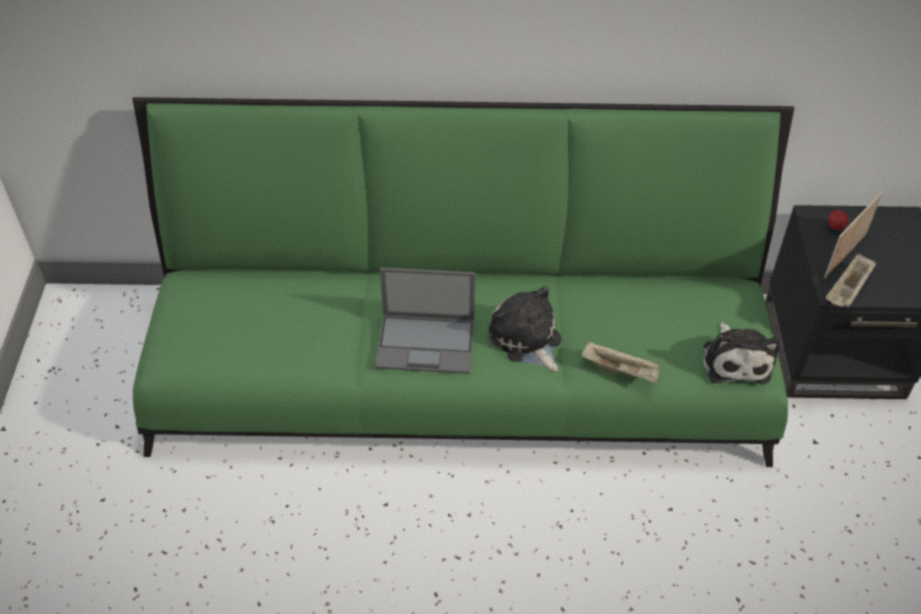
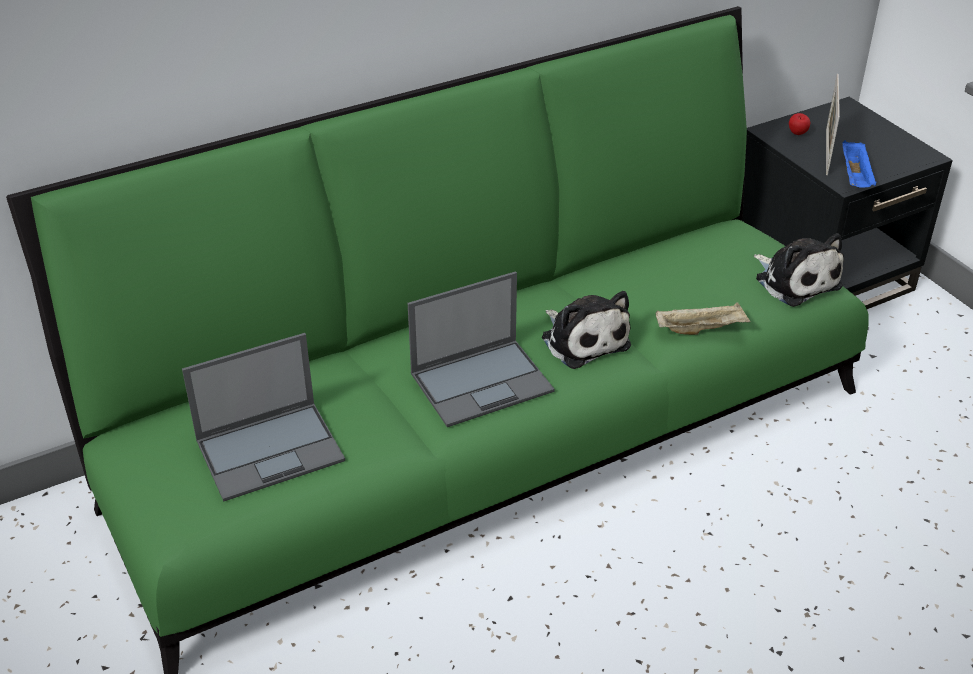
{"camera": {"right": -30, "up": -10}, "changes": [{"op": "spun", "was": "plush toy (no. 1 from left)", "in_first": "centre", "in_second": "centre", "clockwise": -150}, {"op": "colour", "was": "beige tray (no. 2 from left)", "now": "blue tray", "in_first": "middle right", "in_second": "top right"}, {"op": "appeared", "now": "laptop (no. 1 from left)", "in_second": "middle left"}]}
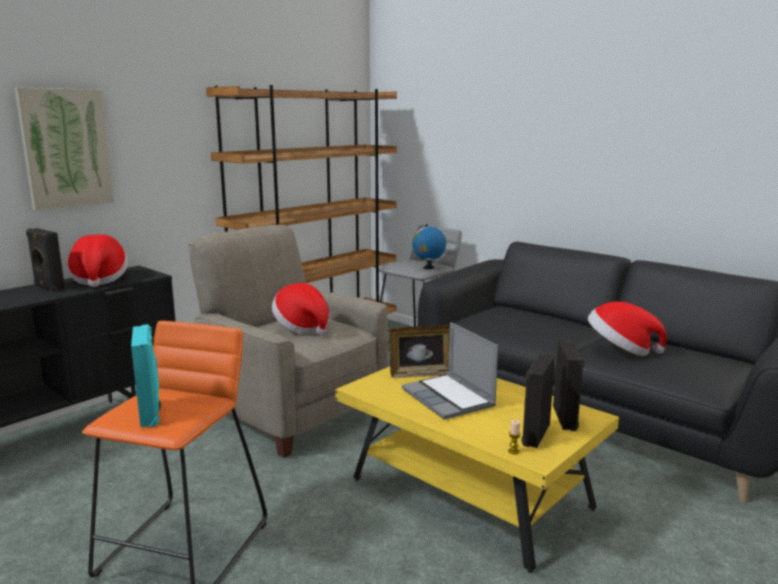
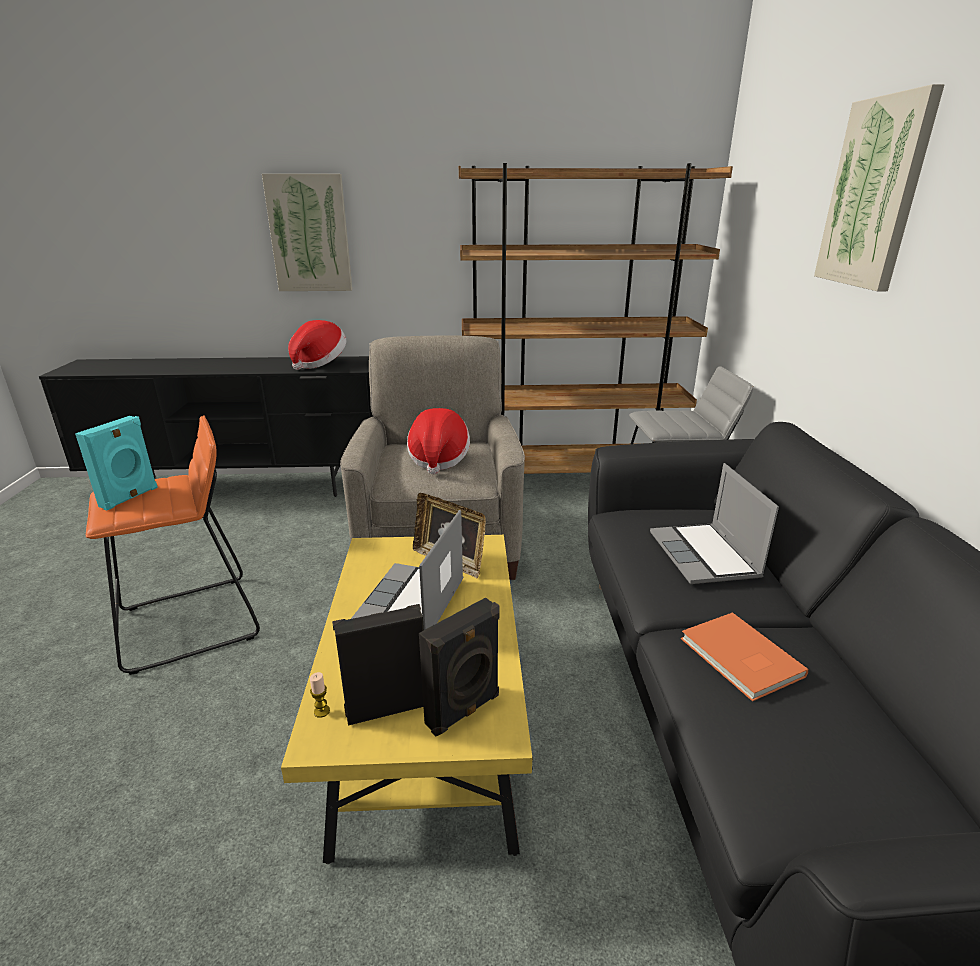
{"camera": {"right": 45, "up": 10}, "changes": [{"op": "missing", "was": "black speaker (no. 1 from left)", "in_first": "middle left"}, {"op": "missing", "was": "globe", "in_first": "centre"}, {"op": "exchanged", "was": "hat (no. 3 from left)", "now": "orange book", "in_first": "middle right", "in_second": "bottom right"}, {"op": "appeared", "now": "laptop (no. 2 from left)", "in_second": "middle right"}, {"op": "appeared", "now": "picture (no. 2 from left)", "in_second": "top right"}]}
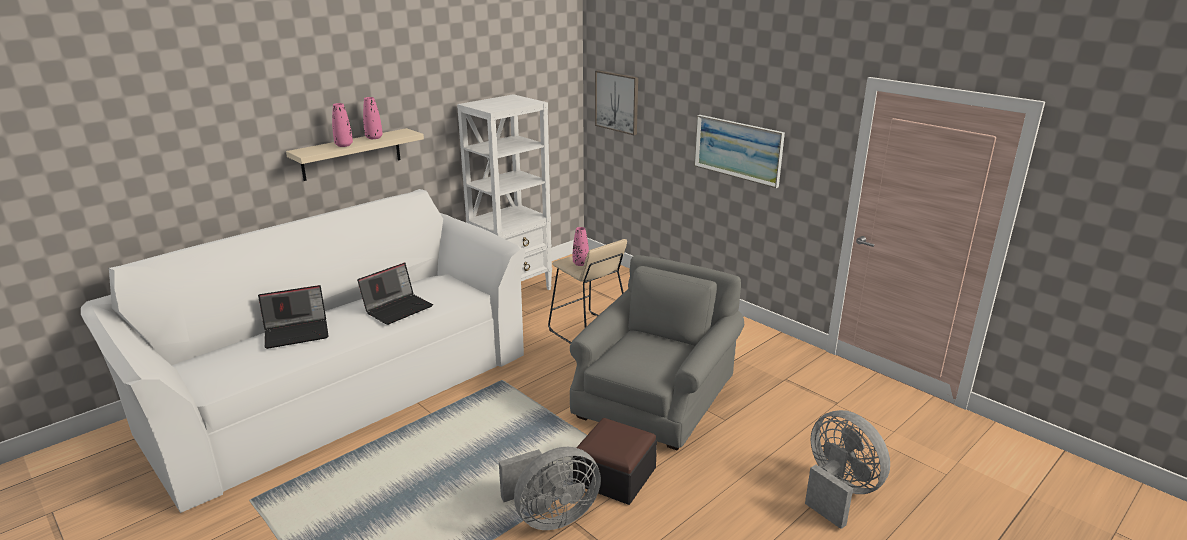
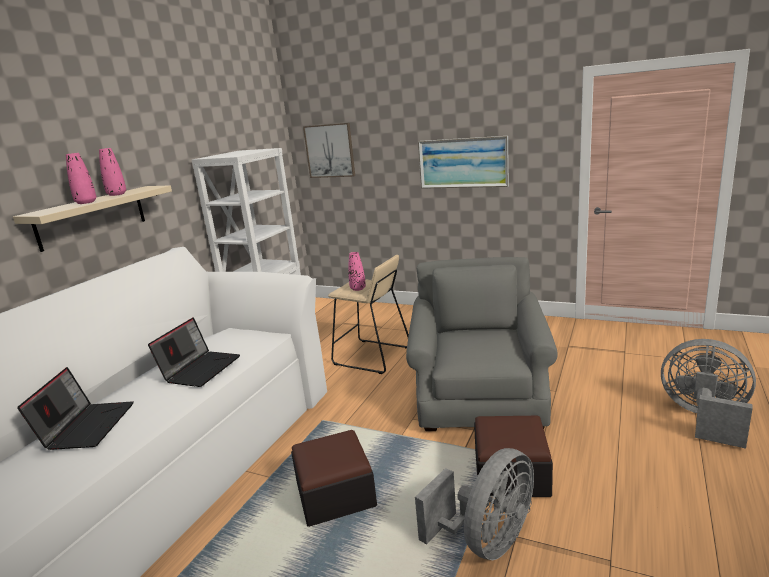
{"camera": {"right": -20, "up": -5}, "changes": [{"op": "spun", "was": "laptop (no. 1 from left)", "in_first": "middle left", "in_second": "bottom left", "clockwise": -45}, {"op": "appeared", "now": "ottoman (no. 1 from left)", "in_second": "bottom centre"}]}
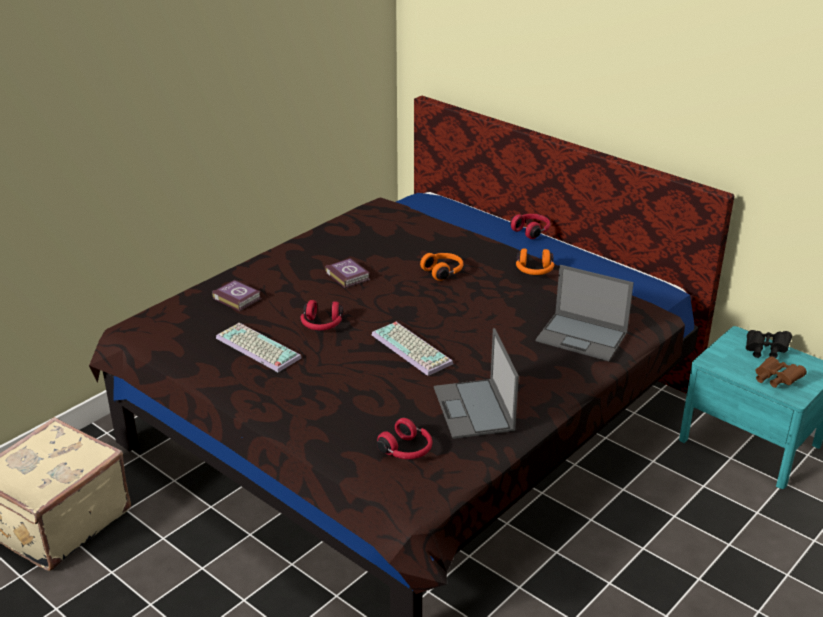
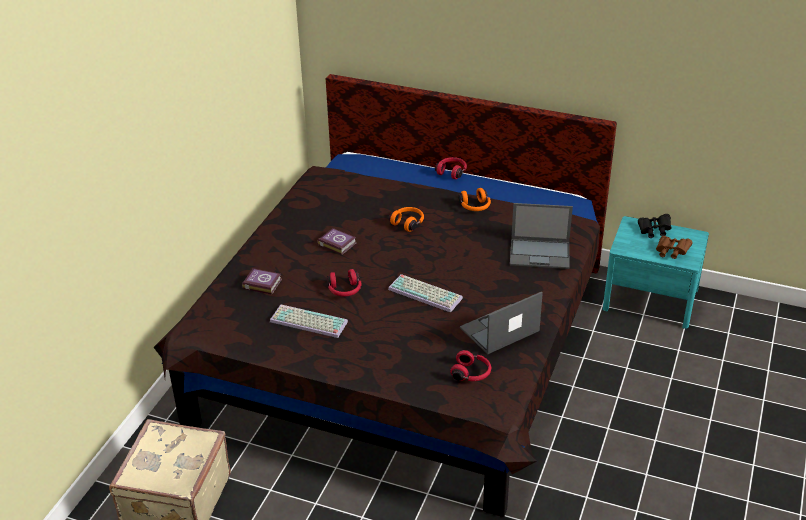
{"camera": {"right": -20, "up": 5}, "changes": [{"op": "spun", "was": "laptop (no. 1 from left)", "in_first": "centre", "in_second": "centre", "clockwise": 90}]}
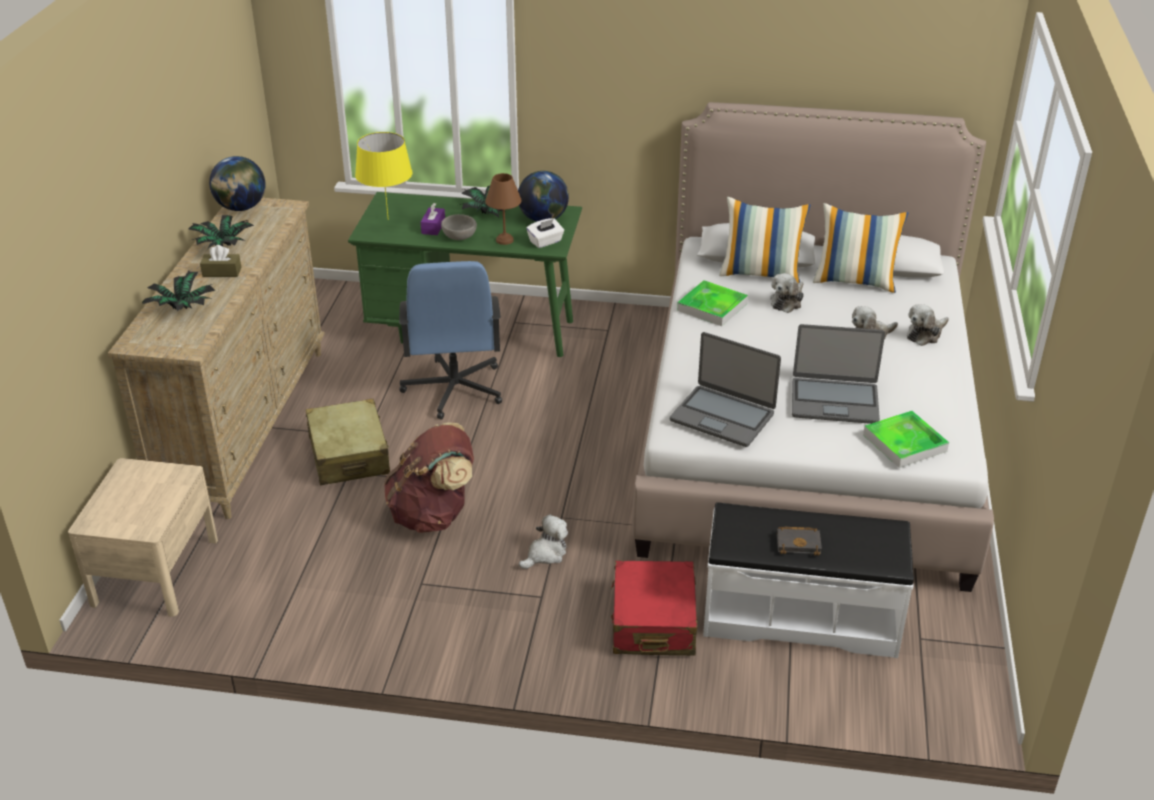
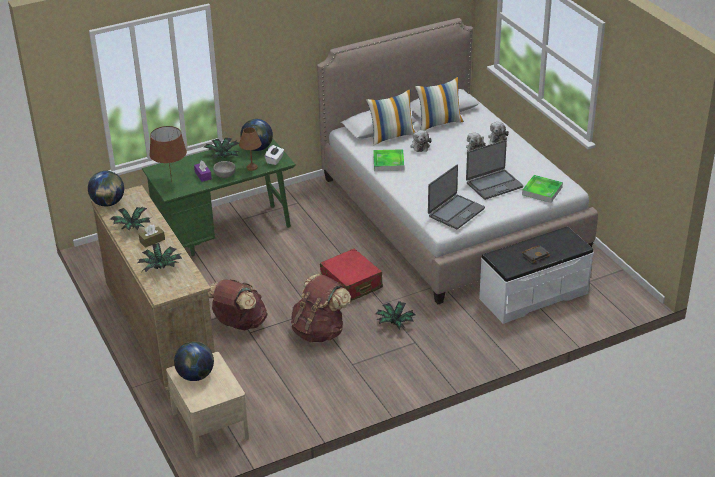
{"camera": {"right": -35, "up": 0}, "changes": [{"op": "exchanged", "was": "beige suitcase", "now": "brown backpack (no. 1 from left)", "in_first": "middle left", "in_second": "middle left"}, {"op": "colour", "was": "yellow table lamp", "now": "brown table lamp (no. 1 from left)", "in_first": "top left", "in_second": "top left"}, {"op": "missing", "was": "blue office chair", "in_first": "centre"}, {"op": "exchanged", "was": "plush toy (no. 1 from left)", "now": "potted plant (no. 4 from left)", "in_first": "bottom centre", "in_second": "centre"}, {"op": "relocated", "was": "red suitcase", "in_first": "bottom centre", "in_second": "centre"}, {"op": "spun", "was": "laptop (no. 1 from left)", "in_first": "centre", "in_second": "centre", "clockwise": -45}, {"op": "appeared", "now": "globe (no. 2 from left)", "in_second": "bottom left"}]}
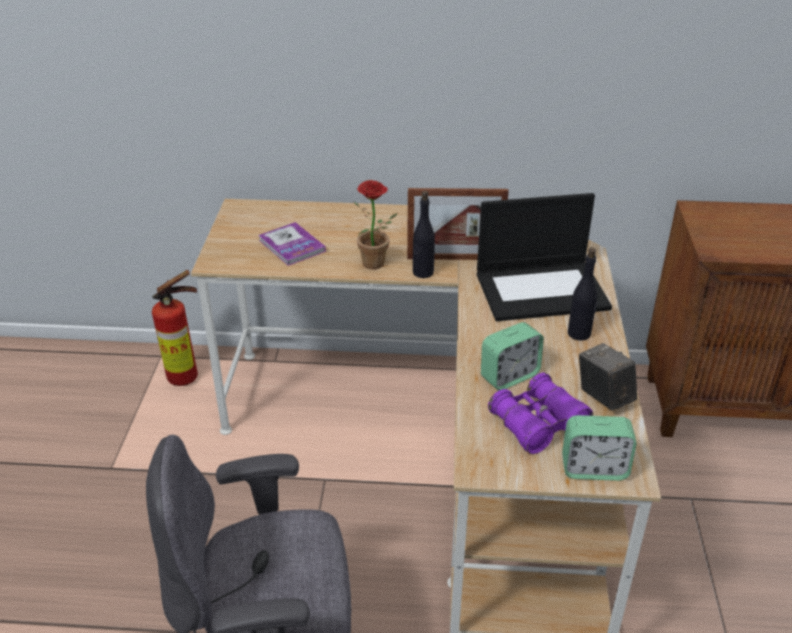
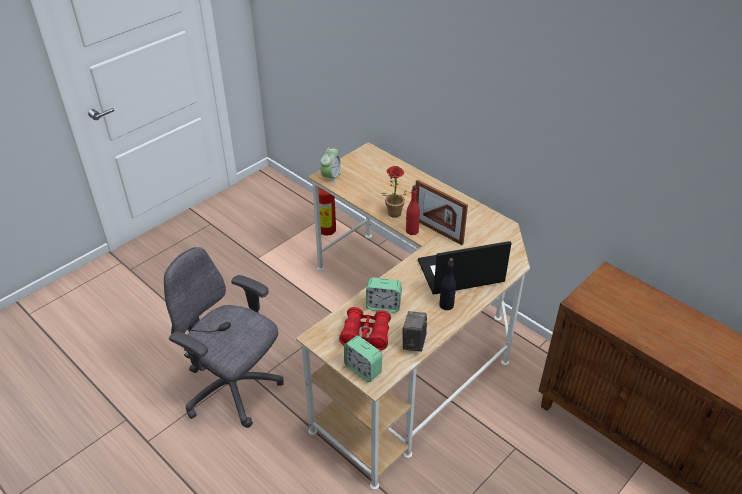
{"camera": {"right": 40, "up": 5}, "changes": [{"op": "missing", "was": "book", "in_first": "centre"}, {"op": "colour", "was": "black bottle (no. 1 from left)", "now": "red bottle", "in_first": "centre", "in_second": "centre"}, {"op": "spun", "was": "laptop", "in_first": "middle right", "in_second": "centre", "clockwise": 135}, {"op": "colour", "was": "purple binoculars", "now": "red binoculars", "in_first": "middle right", "in_second": "centre"}, {"op": "appeared", "now": "alarm clock (no. 1 from left)", "in_second": "centre"}]}
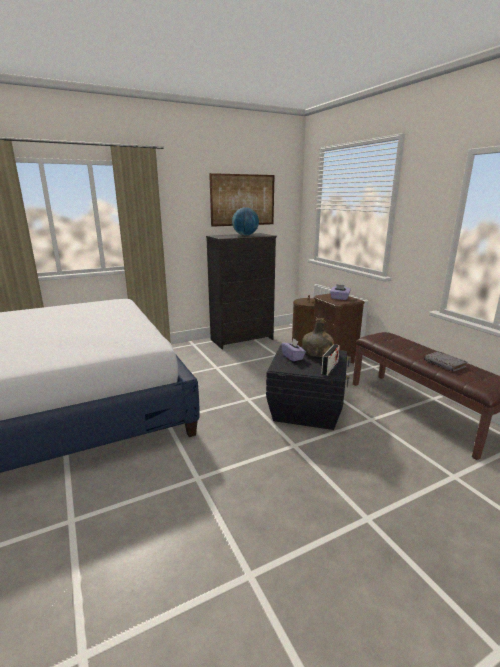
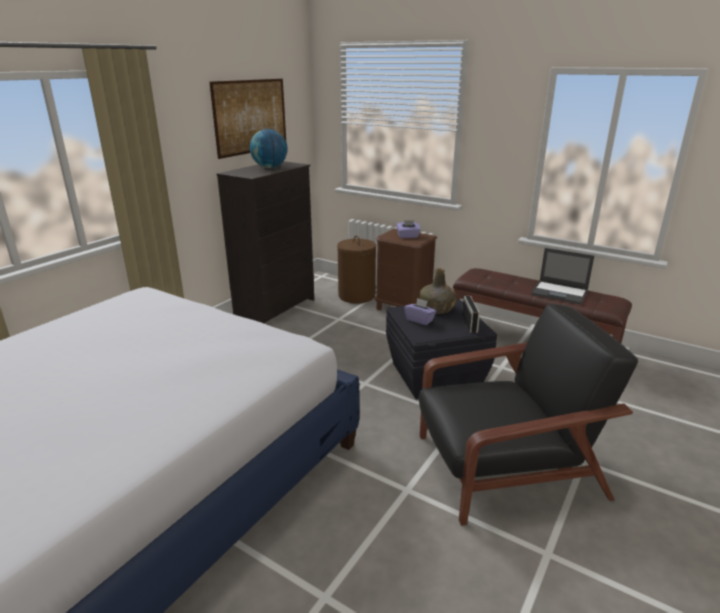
{"camera": {"right": -30, "up": 5}, "changes": [{"op": "exchanged", "was": "grey book", "now": "laptop", "in_first": "middle right", "in_second": "middle right"}, {"op": "appeared", "now": "black armchair", "in_second": "bottom right"}]}
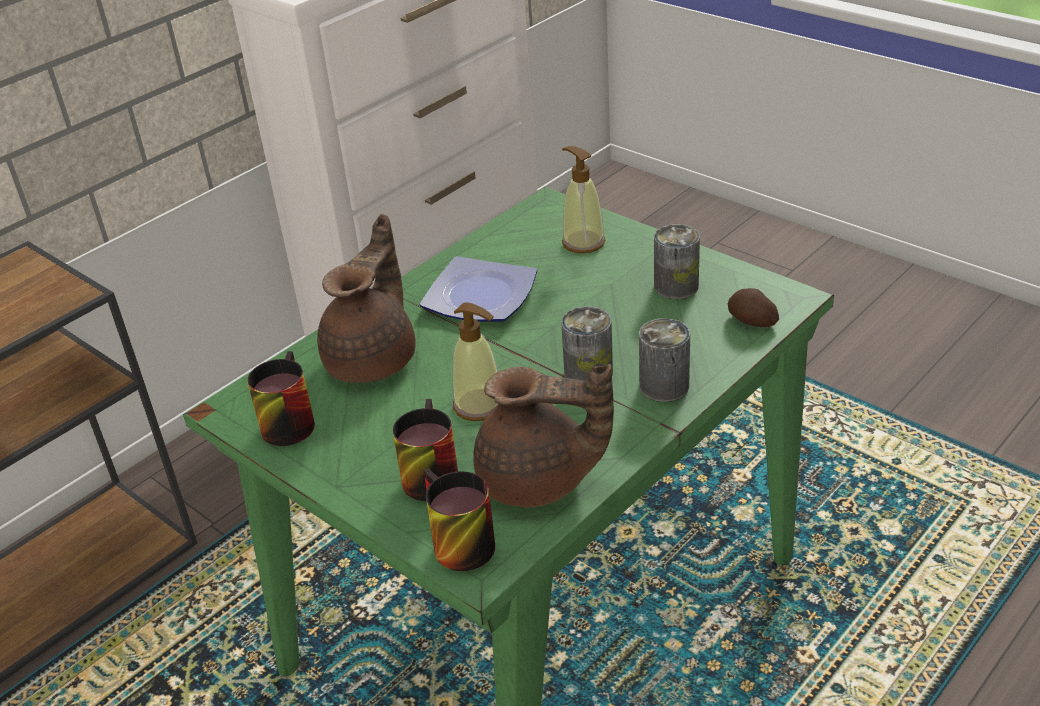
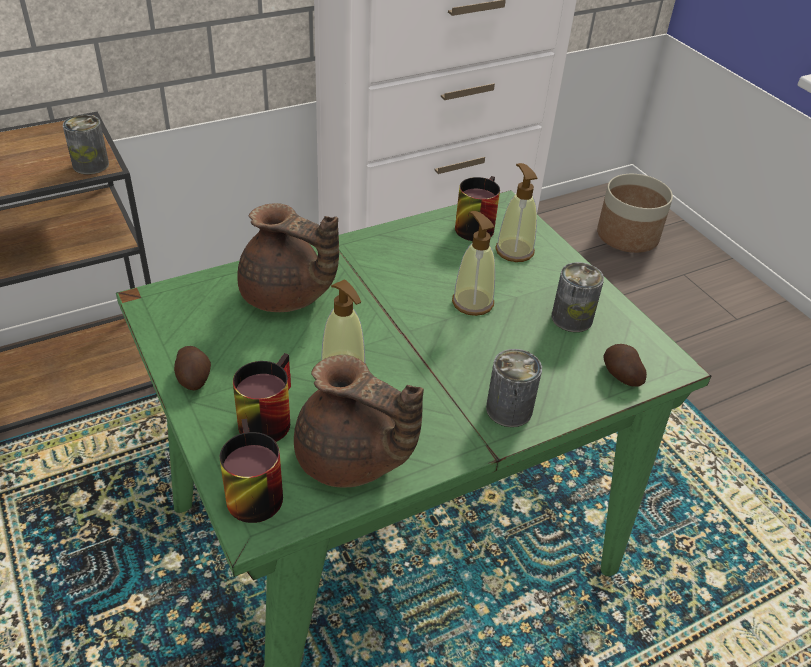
{"camera": {"right": 15, "up": 5}, "changes": [{"op": "relocated", "was": "mug (no. 1 from left in the first image)", "now": "mug (no. 3 from left)", "in_first": "middle left", "in_second": "top centre"}, {"op": "spun", "was": "brown teapot (no. 1 from left)", "in_first": "centre", "in_second": "centre", "clockwise": 75}, {"op": "missing", "was": "plate", "in_first": "centre"}, {"op": "relocated", "was": "can (no. 1 from left)", "in_first": "centre", "in_second": "top left"}, {"op": "appeared", "now": "potato (no. 1 from left)", "in_second": "middle left"}, {"op": "appeared", "now": "soap dispenser (no. 2 from left)", "in_second": "centre"}, {"op": "appeared", "now": "planter", "in_second": "top right"}]}
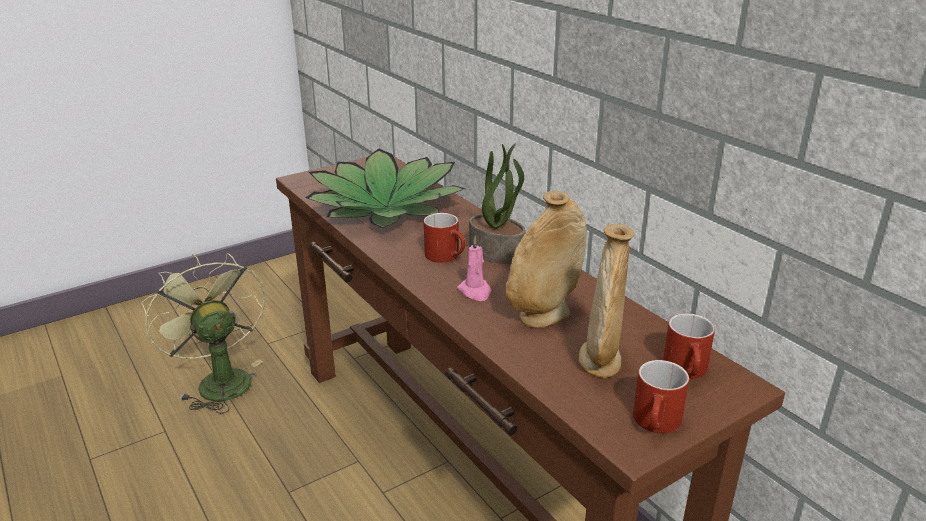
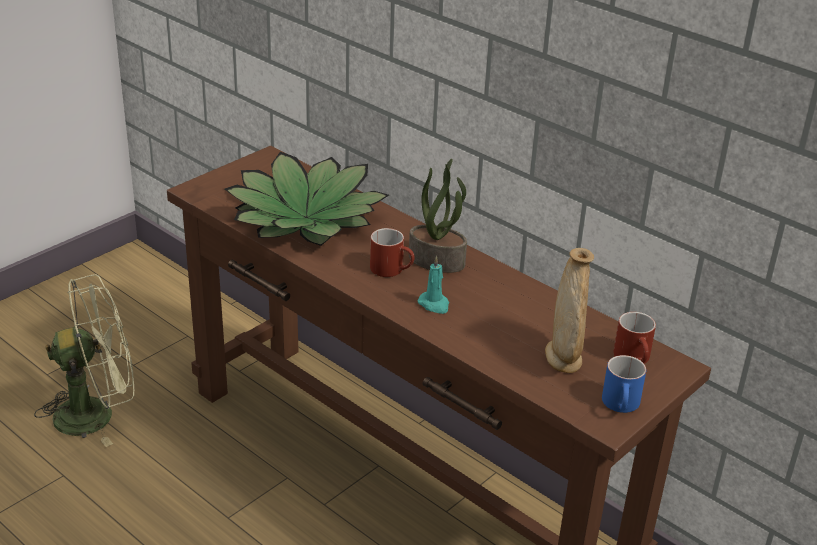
{"camera": {"right": -15, "up": 5}, "changes": [{"op": "spun", "was": "green fan", "in_first": "middle left", "in_second": "middle left", "clockwise": 120}, {"op": "colour", "was": "pink candle", "now": "turquoise candle", "in_first": "centre", "in_second": "centre"}, {"op": "missing", "was": "beige vase (no. 1 from left)", "in_first": "centre"}, {"op": "colour", "was": "red mug (no. 2 from left)", "now": "blue mug", "in_first": "bottom right", "in_second": "bottom right"}]}
